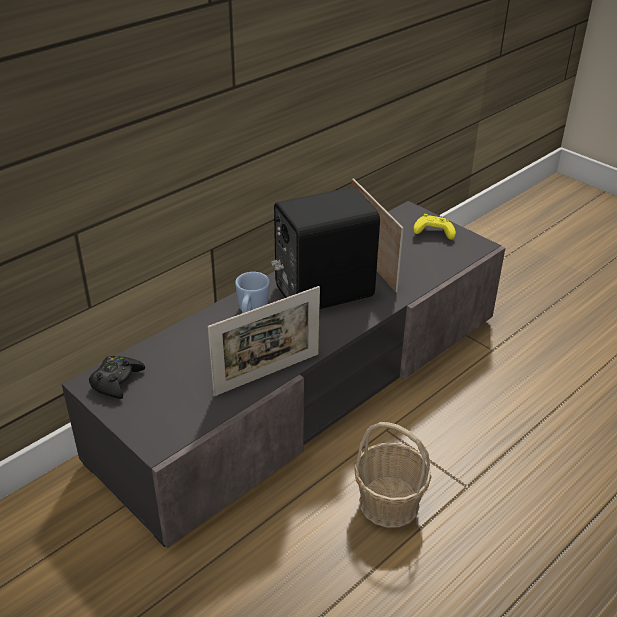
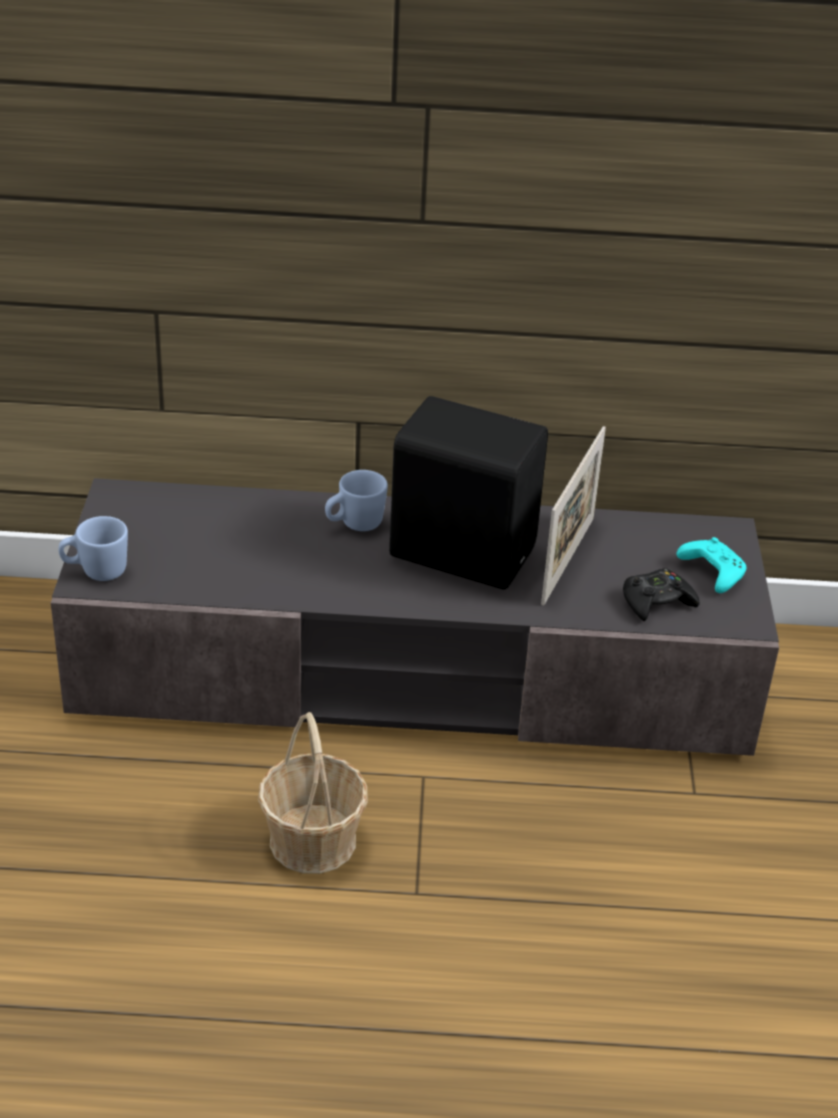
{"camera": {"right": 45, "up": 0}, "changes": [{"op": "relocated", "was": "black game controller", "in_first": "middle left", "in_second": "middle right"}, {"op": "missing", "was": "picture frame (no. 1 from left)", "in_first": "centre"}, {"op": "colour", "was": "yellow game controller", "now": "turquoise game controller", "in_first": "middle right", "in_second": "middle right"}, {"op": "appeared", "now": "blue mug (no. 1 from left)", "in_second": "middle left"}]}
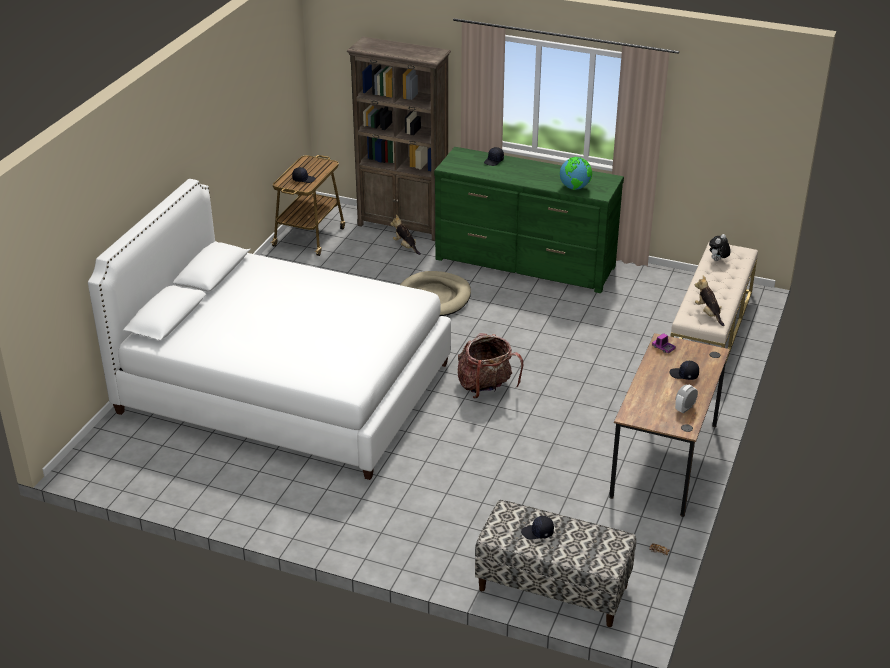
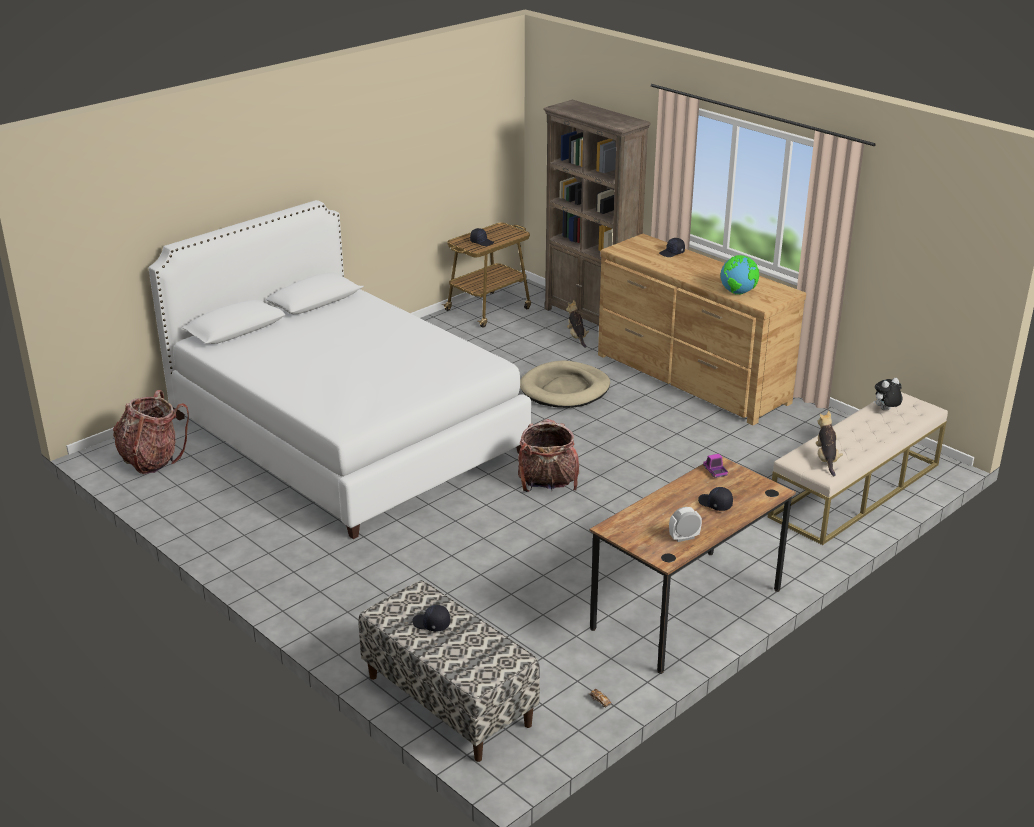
{"camera": {"right": 25, "up": -5}, "changes": [{"op": "colour", "was": "green dresser", "now": "brown dresser", "in_first": "top centre", "in_second": "middle right"}, {"op": "appeared", "now": "backpack (no. 1 from left)", "in_second": "middle left"}]}
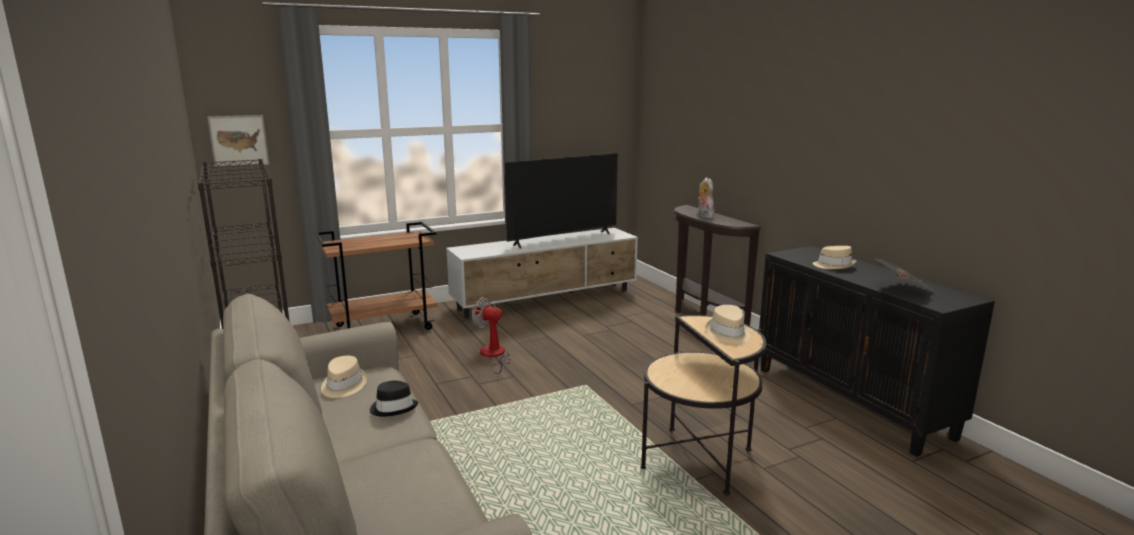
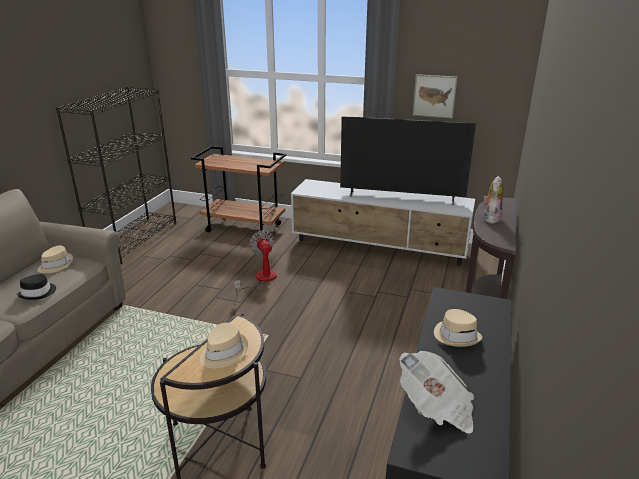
{"camera": {"right": 45, "up": 10}, "changes": [{"op": "relocated", "was": "picture", "in_first": "top left", "in_second": "top right"}]}
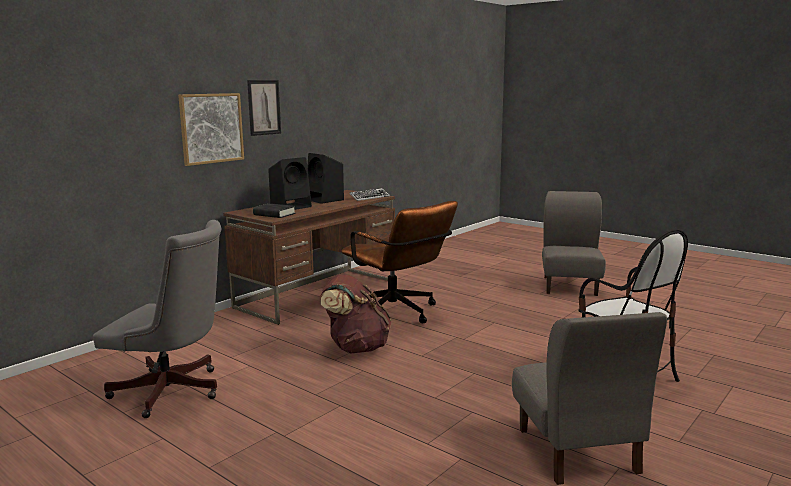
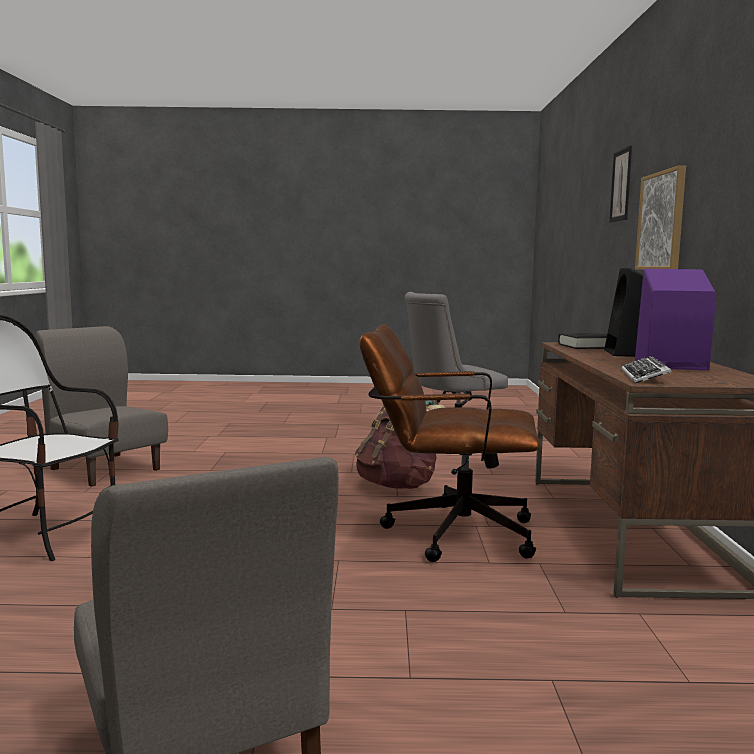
{"camera": {"right": 140, "up": -5}, "changes": [{"op": "relocated", "was": "picture (no. 2 from left in the first image)", "now": "picture (no. 1 from left)", "in_first": "top centre", "in_second": "top right"}, {"op": "colour", "was": "black speaker (no. 2 from left)", "now": "purple speaker", "in_first": "centre", "in_second": "middle right"}]}
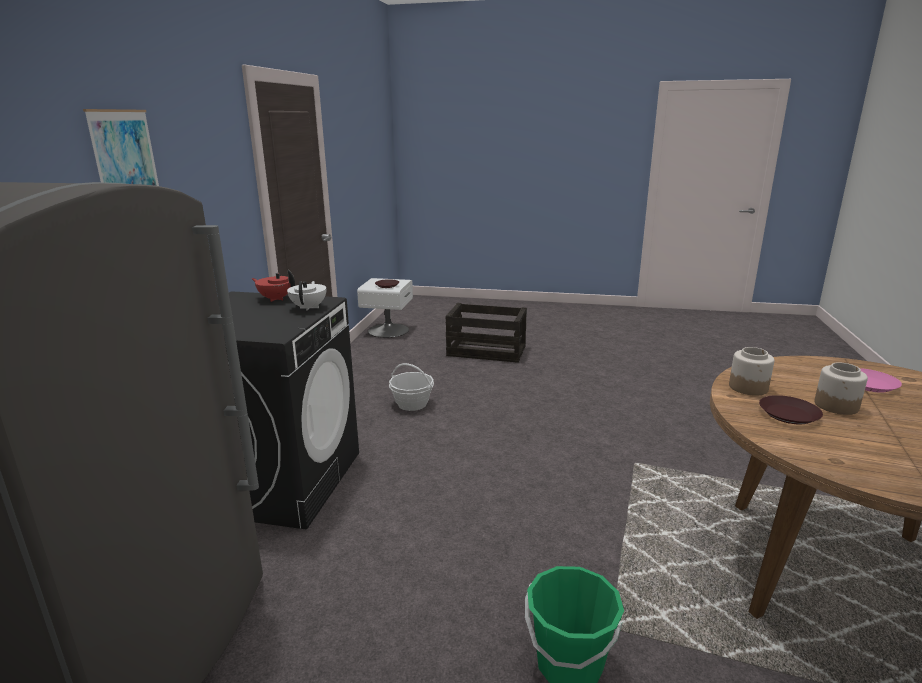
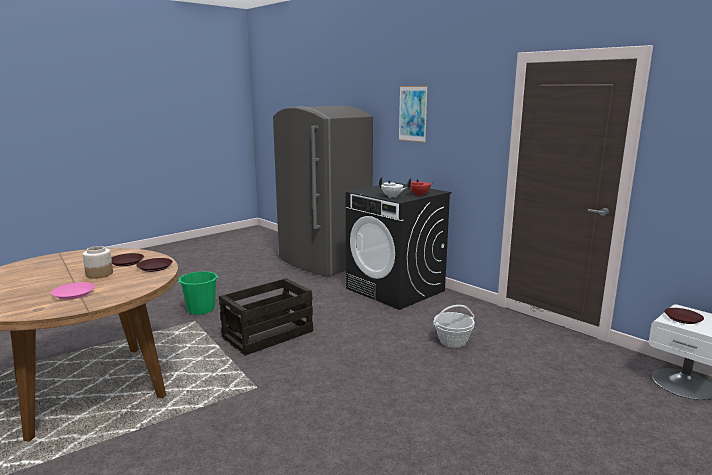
{"camera": {"right": 125, "up": -5}, "changes": [{"op": "relocated", "was": "crate", "in_first": "centre", "in_second": "bottom centre"}, {"op": "exchanged", "was": "jar (no. 1 from left)", "now": "brown plate (no. 2 from left)", "in_first": "middle right", "in_second": "middle left"}]}
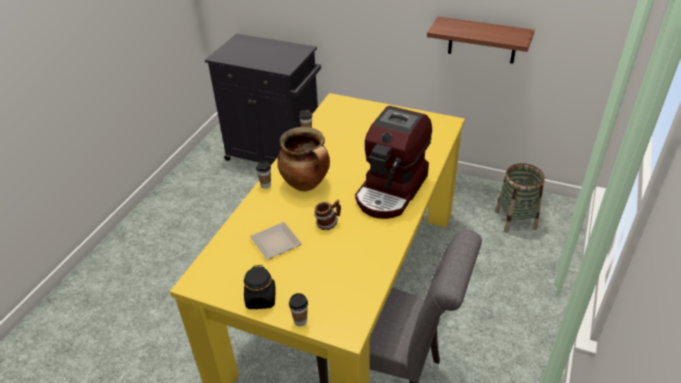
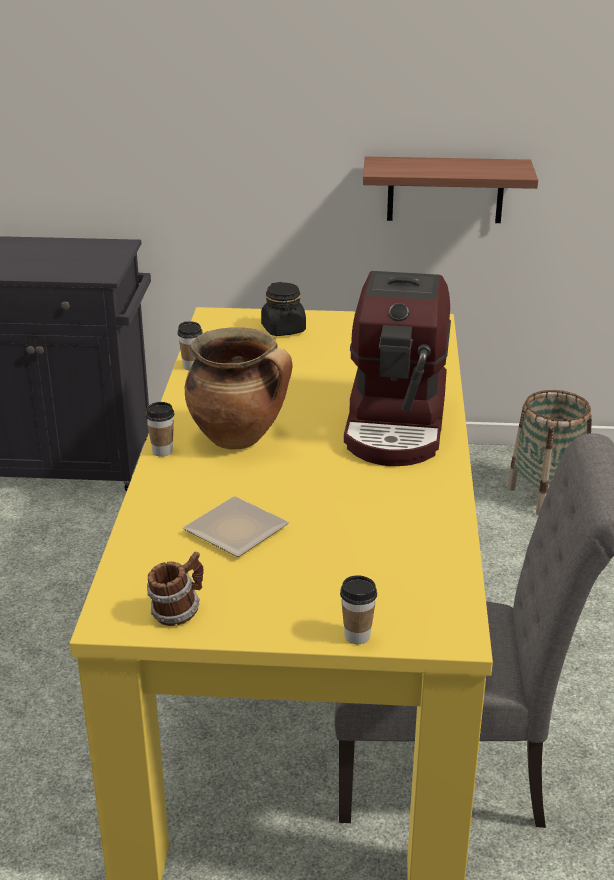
{"camera": {"right": -20, "up": -10}, "changes": [{"op": "relocated", "was": "black jar", "in_first": "bottom centre", "in_second": "centre"}, {"op": "relocated", "was": "mug", "in_first": "centre", "in_second": "bottom left"}]}
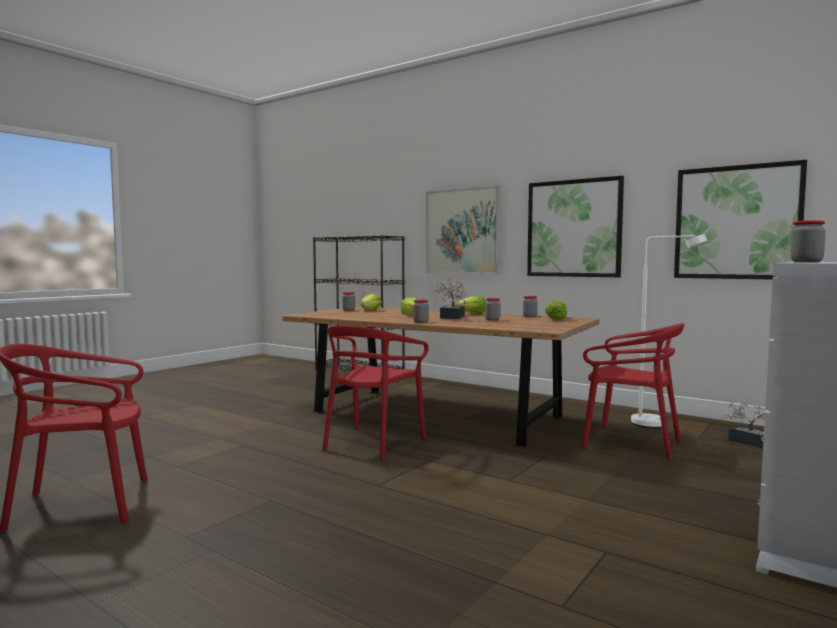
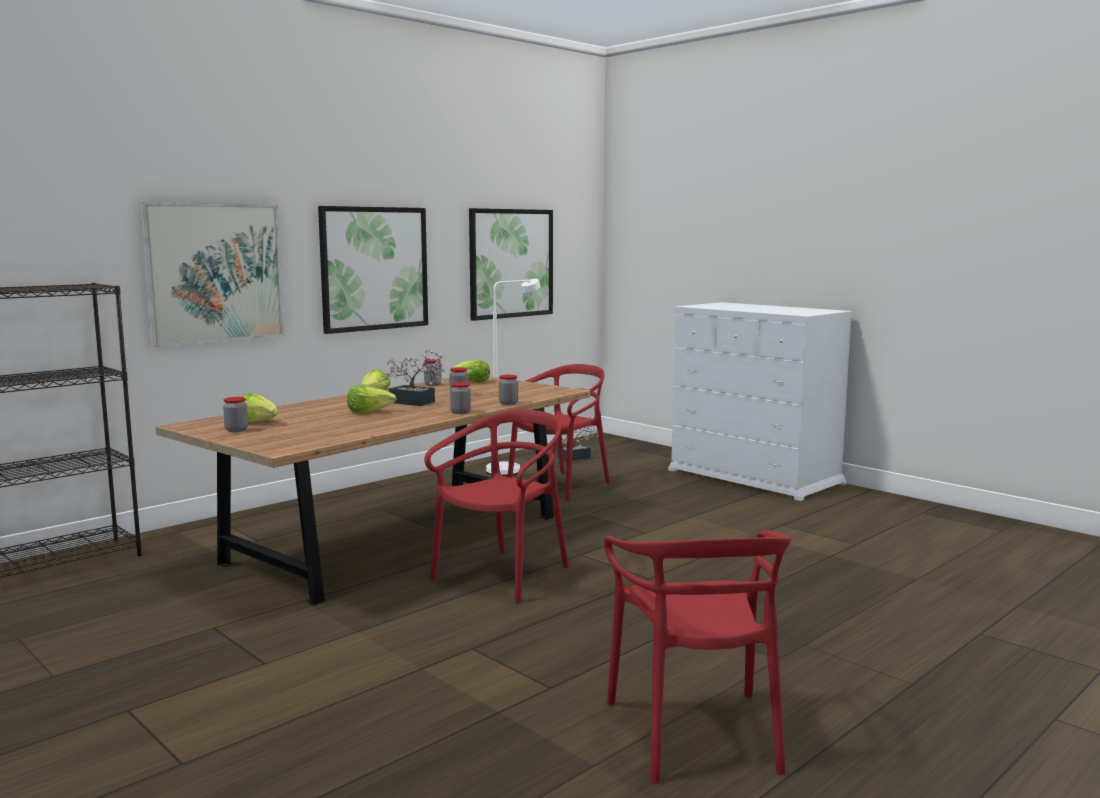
{"camera": {"right": -80, "up": 5}, "changes": [{"op": "spun", "was": "red chair (no. 2 from left in the first image)", "in_first": "centre", "in_second": "centre", "clockwise": -90}, {"op": "relocated", "was": "jar (no. 5 from left)", "in_first": "middle right", "in_second": "centre"}]}
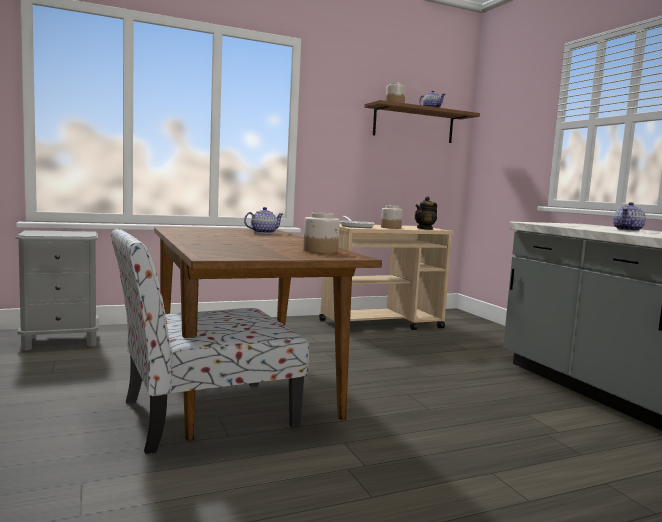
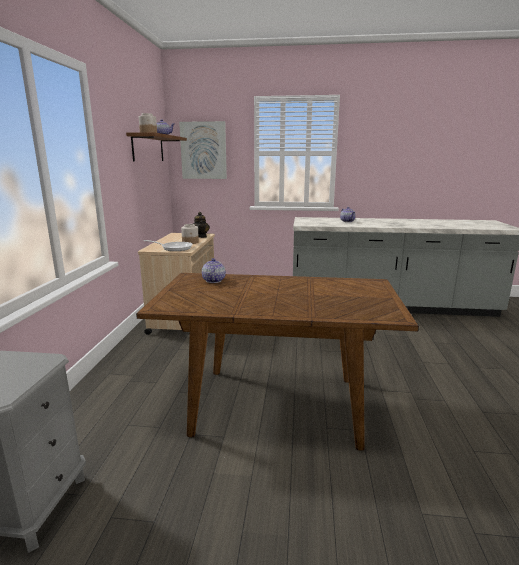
{"camera": {"right": -60, "up": 10}, "changes": [{"op": "missing", "was": "chair", "in_first": "middle left"}, {"op": "missing", "was": "jar (no. 1 from left)", "in_first": "centre"}, {"op": "appeared", "now": "picture", "in_second": "top centre"}]}
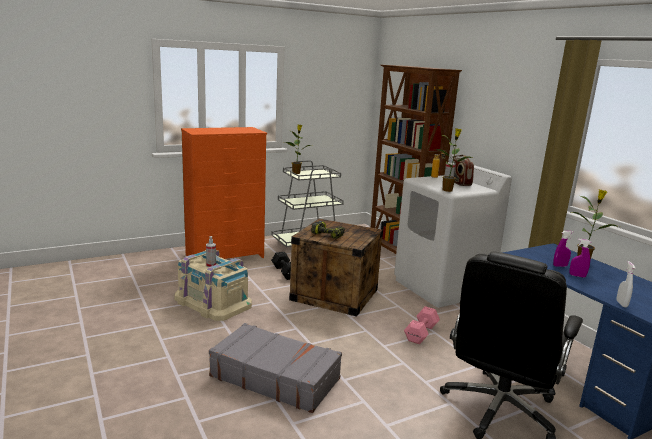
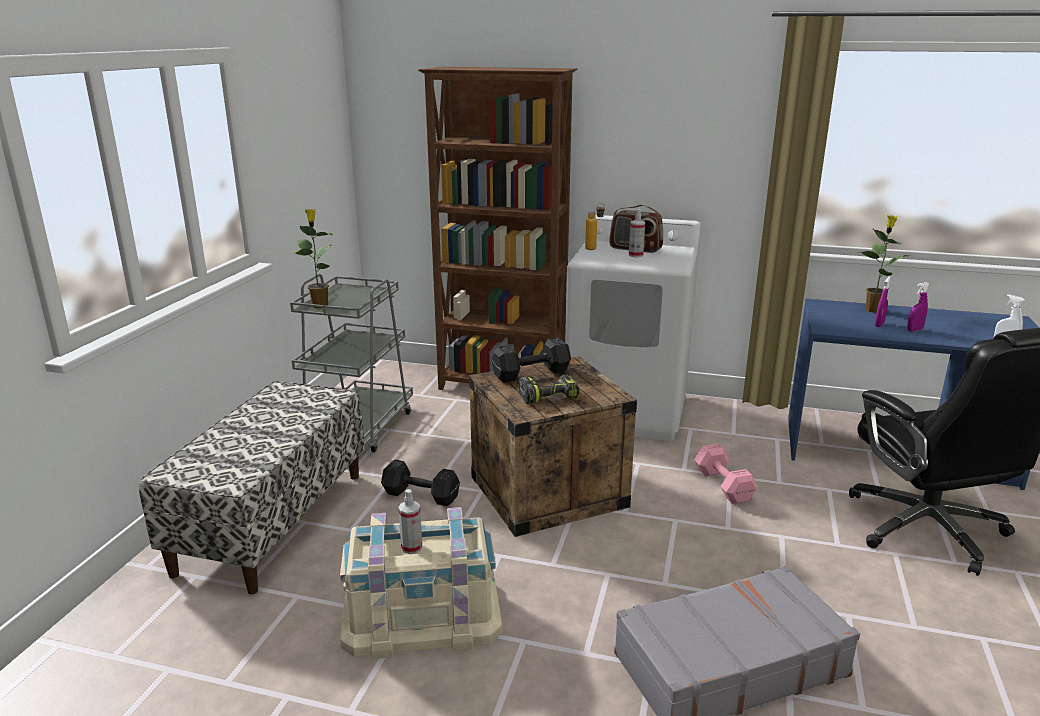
{"camera": {"right": -45, "up": 5}, "changes": [{"op": "exchanged", "was": "orange dresser", "now": "bench", "in_first": "centre", "in_second": "bottom left"}, {"op": "missing", "was": "potted plant (no. 2 from left)", "in_first": "middle right"}, {"op": "appeared", "now": "black dumbbell (no. 2 from left)", "in_second": "centre"}]}
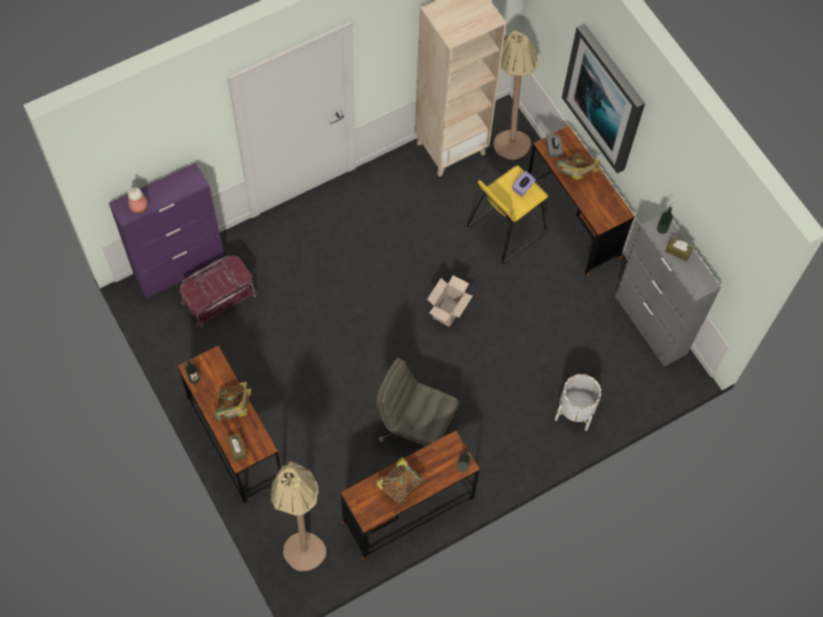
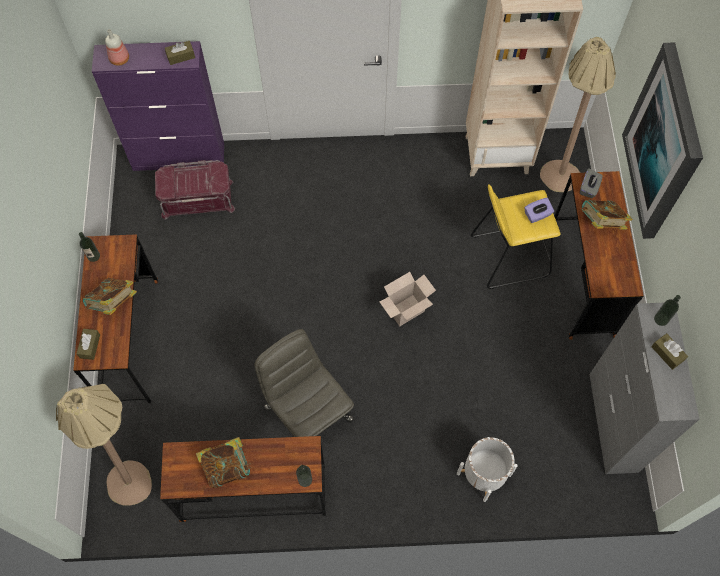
{"camera": {"right": 30, "up": 0}, "changes": [{"op": "appeared", "now": "brown tissue box (no. 2 from left)", "in_second": "top left"}]}
